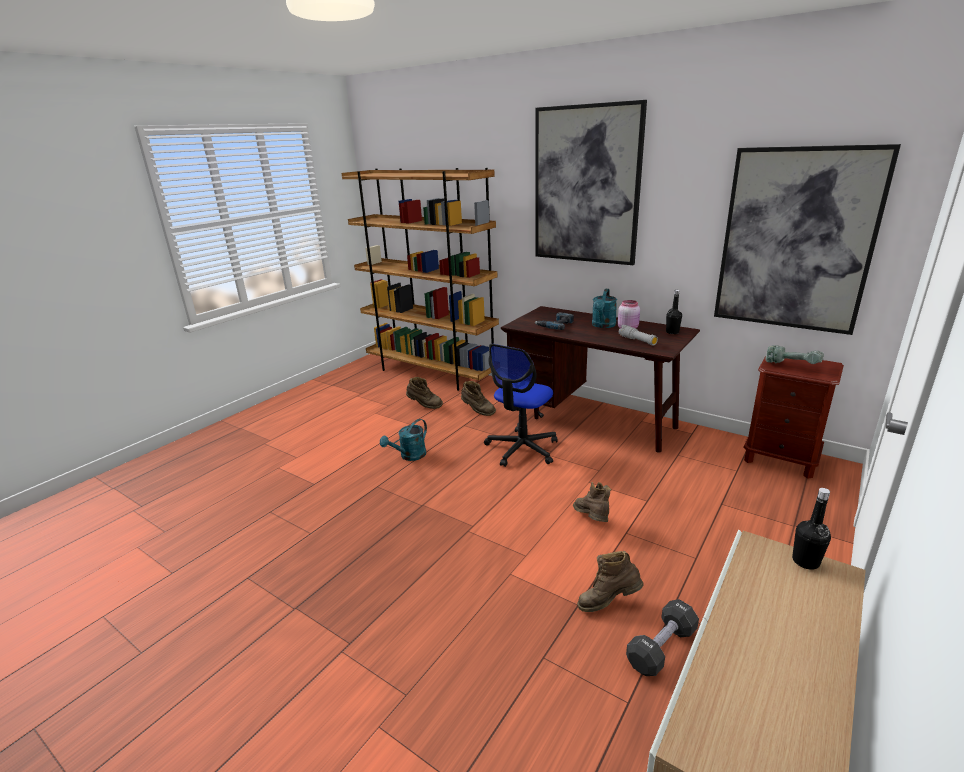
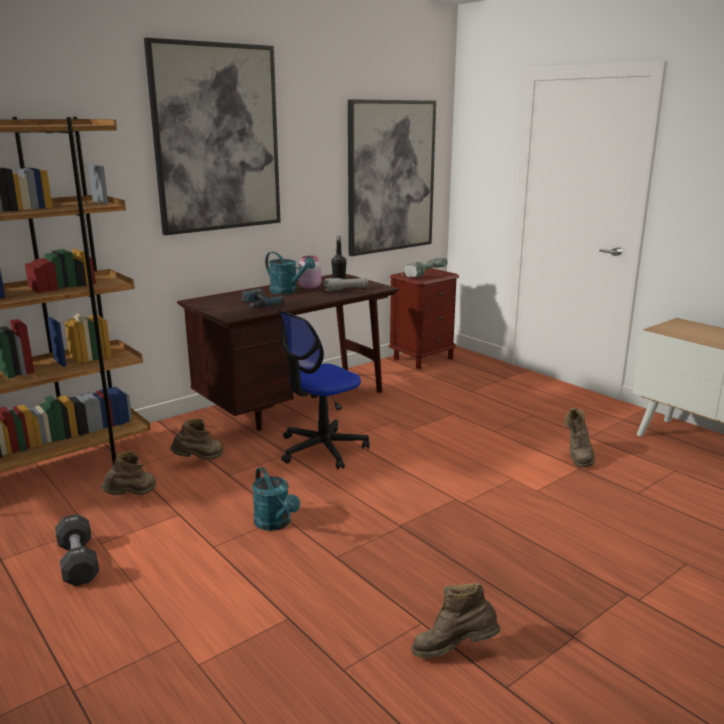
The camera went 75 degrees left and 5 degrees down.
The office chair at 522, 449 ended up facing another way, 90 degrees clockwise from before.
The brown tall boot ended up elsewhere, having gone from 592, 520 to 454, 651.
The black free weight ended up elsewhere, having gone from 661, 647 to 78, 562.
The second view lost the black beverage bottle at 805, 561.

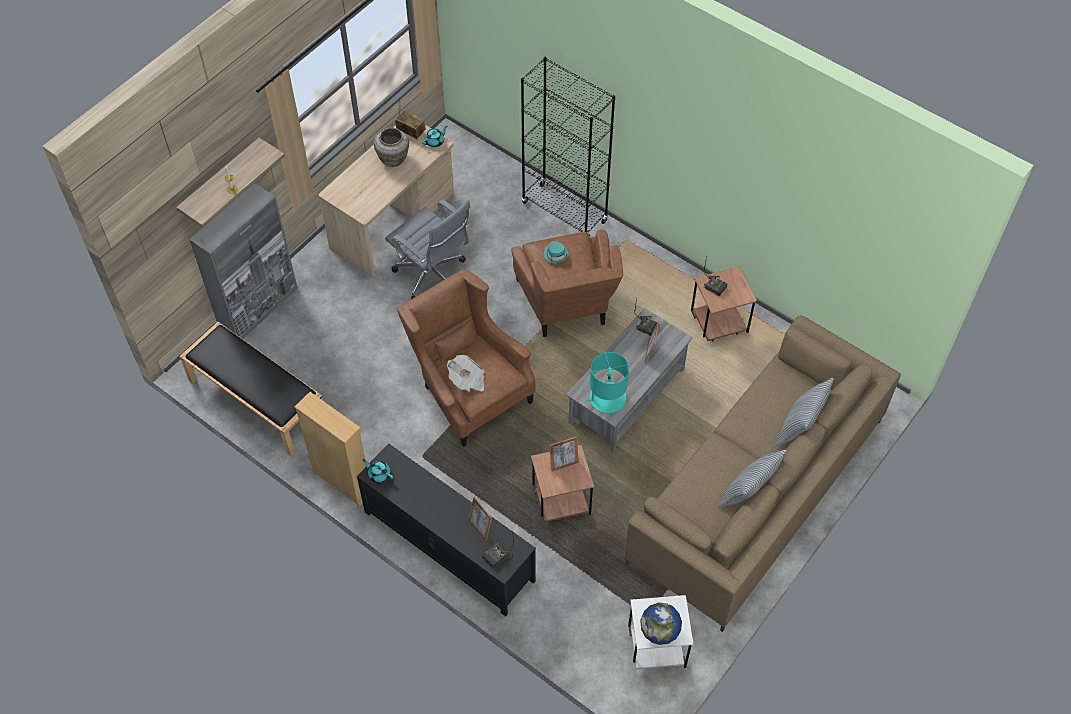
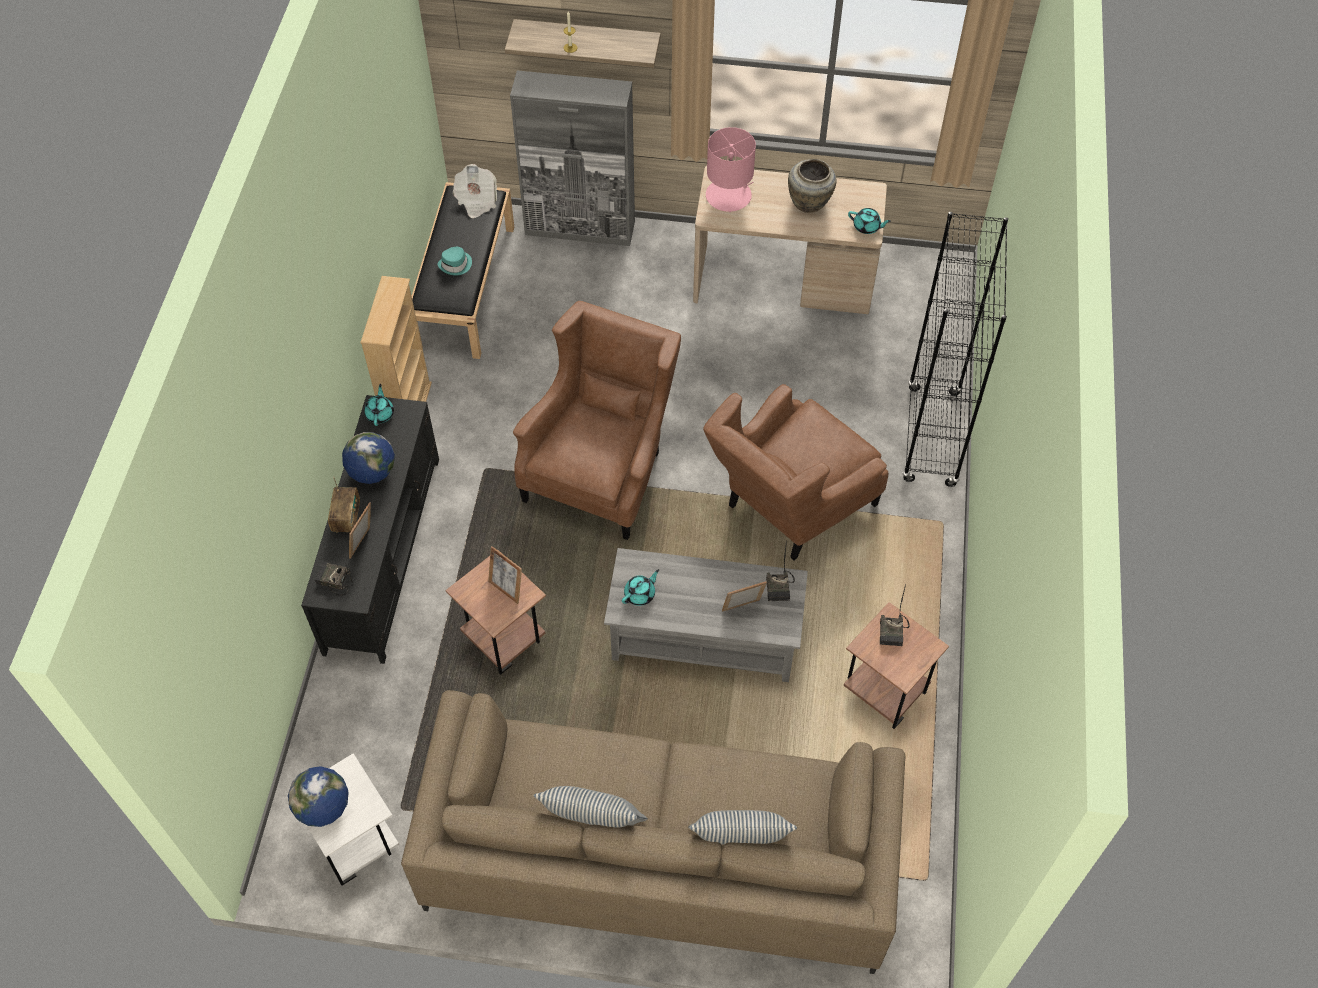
The camera went 60 degrees right and 0 degrees up.
The second view lost the grey office chair at 433, 277.
The radio set ended up elsewhere, having gone from 411, 132 to 346, 518.
The daily paper ended up elsewhere, having gone from 467, 380 to 476, 200.
The turquoise wearable hat ended up elsewhere, having gone from 556, 254 to 456, 265.
Where the turquoise lamp for a table stood at 607, 398, the turquoise tea pot came to stand at 640, 594.
The second view gained the world globe at 372, 472.
The second view gained the pink-coloured lamp for a table at 729, 195.

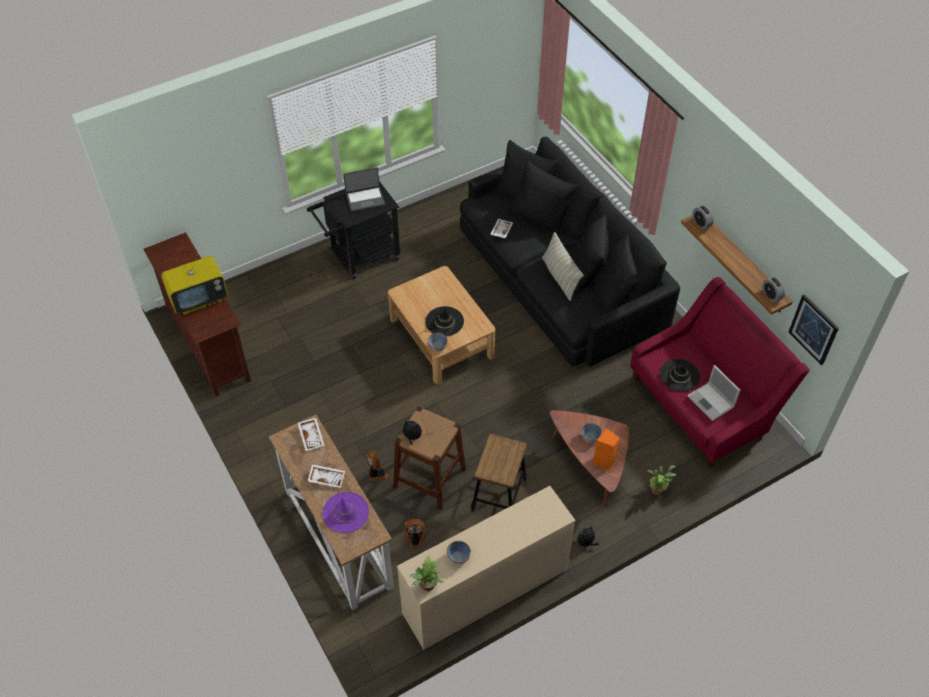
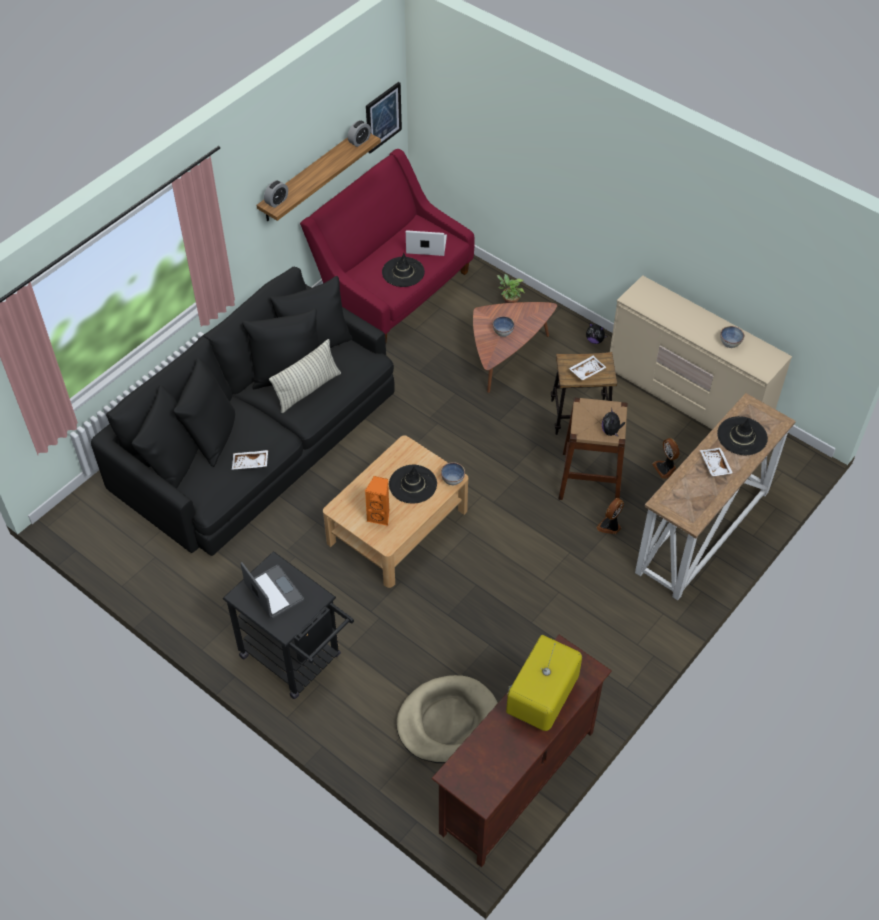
The camera went 110 degrees left and 0 degrees up.
The TV at 199, 299 ended up facing another way, 105 degrees counterclockwise from before.
The white-coloured carrying tray ended up elsewhere, having gone from 312, 436 to 586, 371.
What was the purplish wearable hat at 345, 512 turned into the black wearable hat at 742, 436.
The second view lost the potted plant at 427, 587.
The orangey audio speaker ended up elsewhere, having gone from 604, 462 to 380, 516.
The laptop at 711, 402 ended up facing another way, 120 degrees counterclockwise from before.
The second view gained the beige dog cushion at 448, 722.

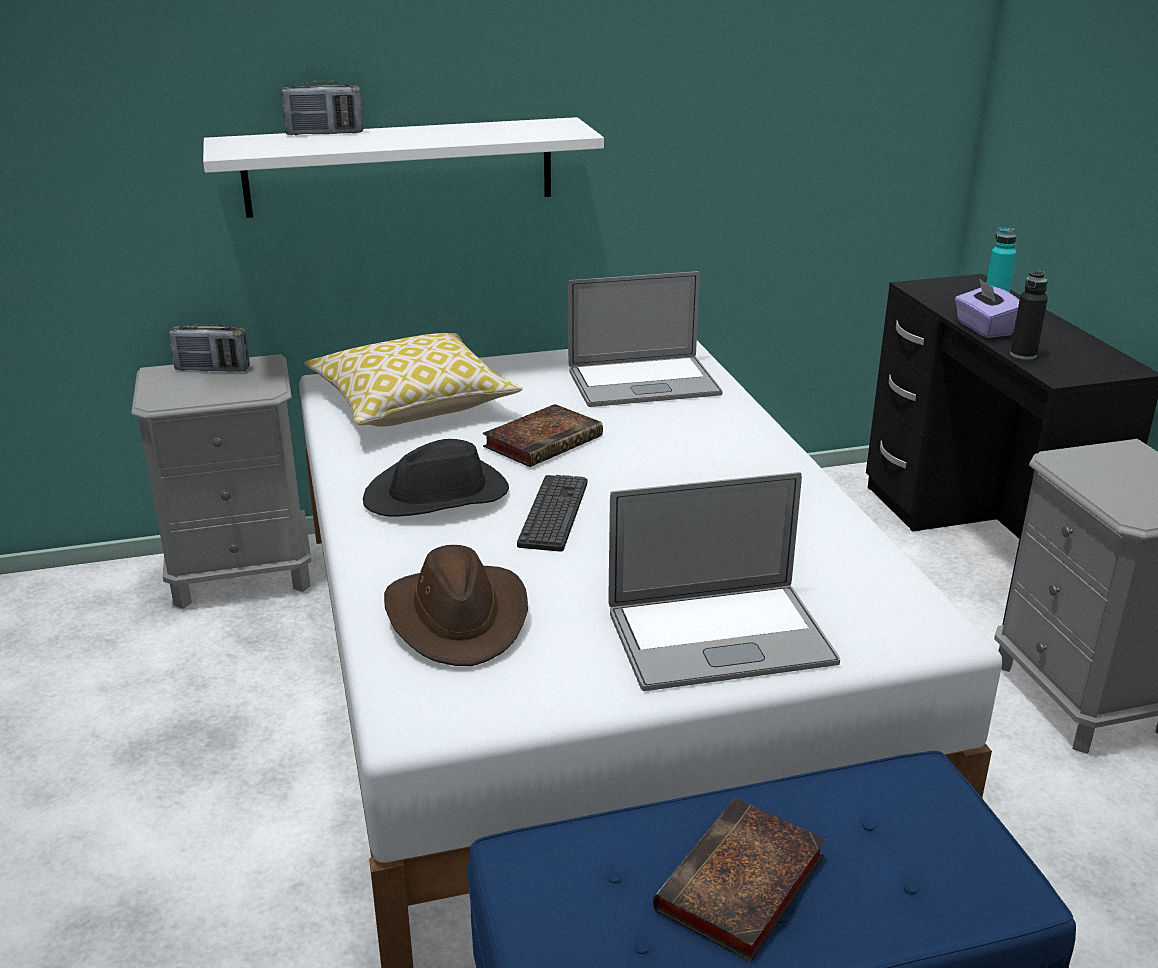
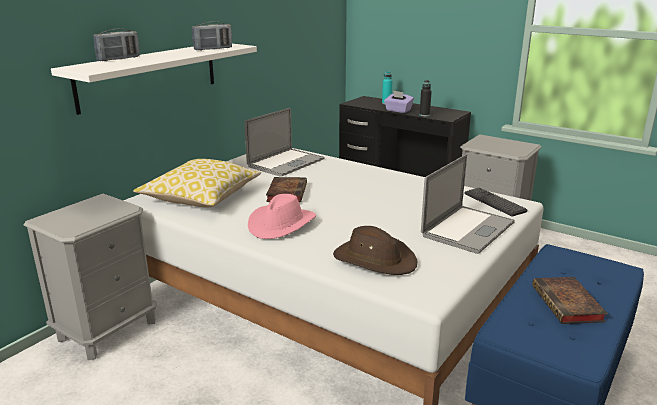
The camera went 40 degrees left and 5 degrees down.
The radio set ended up elsewhere, having gone from 212, 369 to 213, 49.
What was the black wearable hat at 438, 496 turned into the pink-coloured wearable hat at 281, 224.
The PC keyboard ended up elsewhere, having gone from 553, 513 to 494, 202.

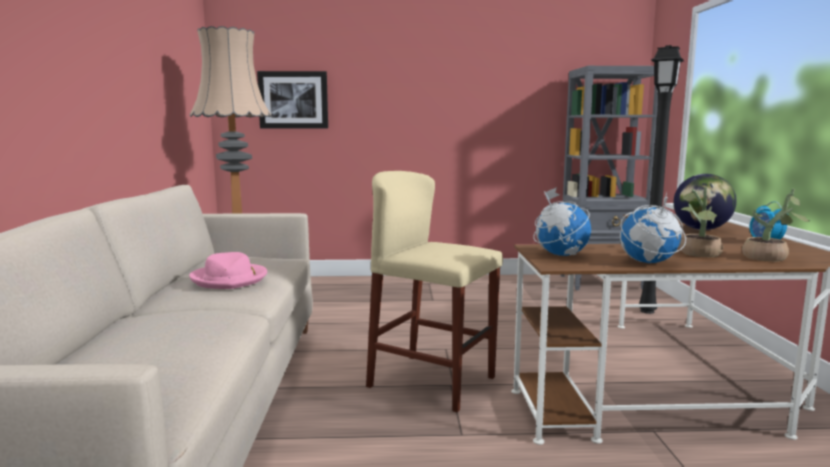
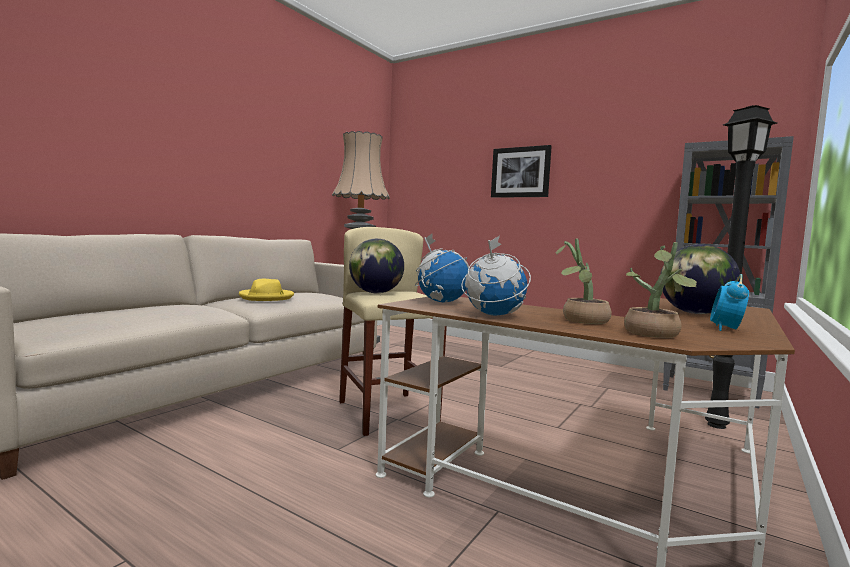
The camera went 35 degrees right and 5 degrees down.
What was the pink-coloured wearable hat at 230, 279 turned into the yellow-coloured wearable hat at 266, 297.
The wall picture ended up elsewhere, having gone from 293, 100 to 520, 172.
The second view gained the world globe at 375, 293.

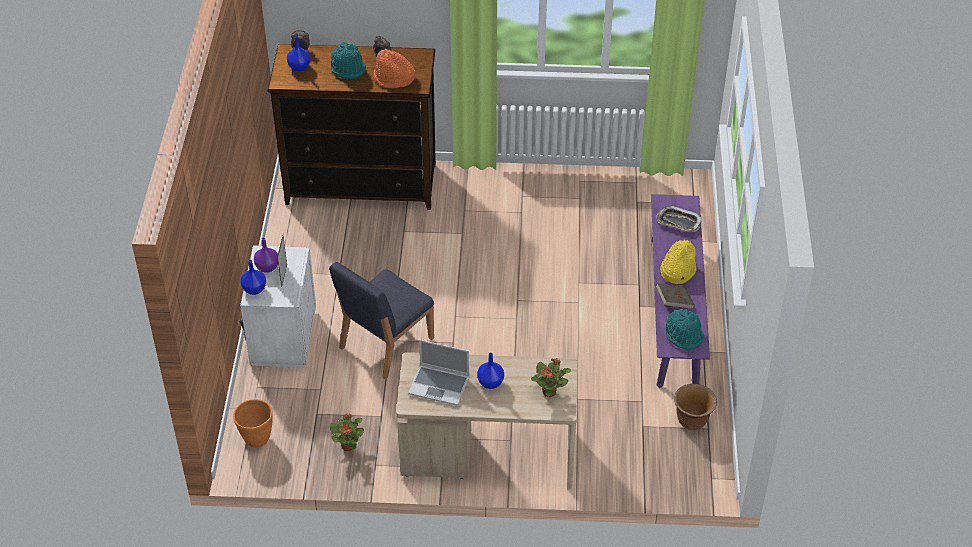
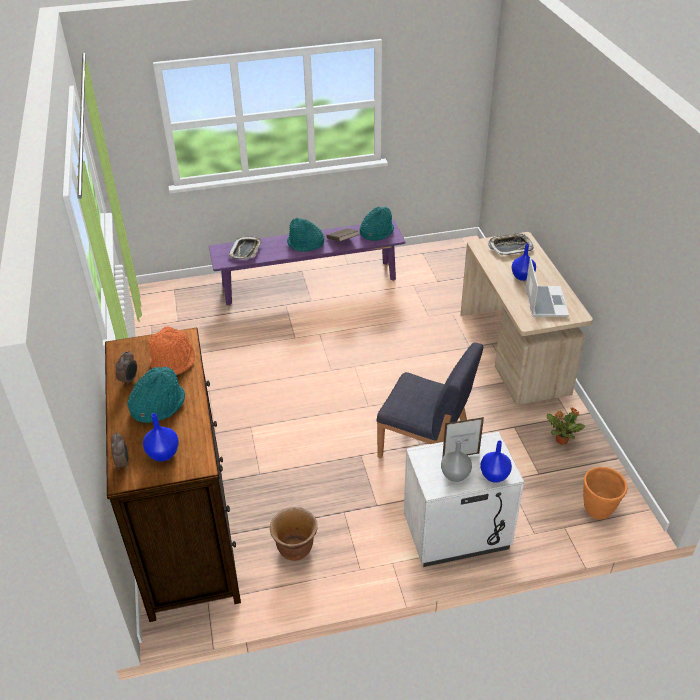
The camera went 105 degrees left and 5 degrees down.
What was the purplish decorative vase at 267, 267 turned into the grey decorative vase at 454, 475.
Where the potted plant stood at 549, 392, the carrying tray came to stand at 510, 247.
What was the yellow-coloured wearable hat at 677, 270 turned into the turquoise wearable hat at 305, 244.
The brown flower pot ended up elsewhere, having gone from 692, 421 to 295, 549.

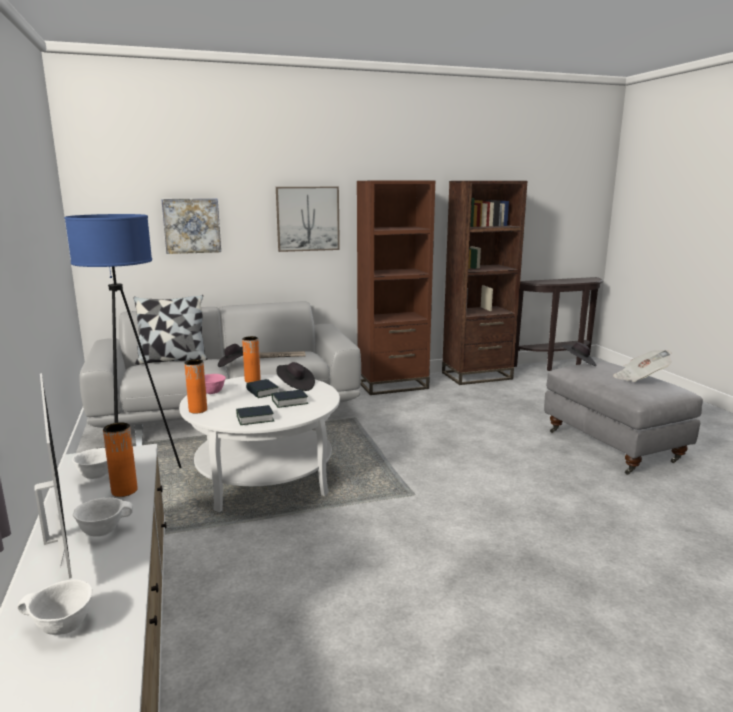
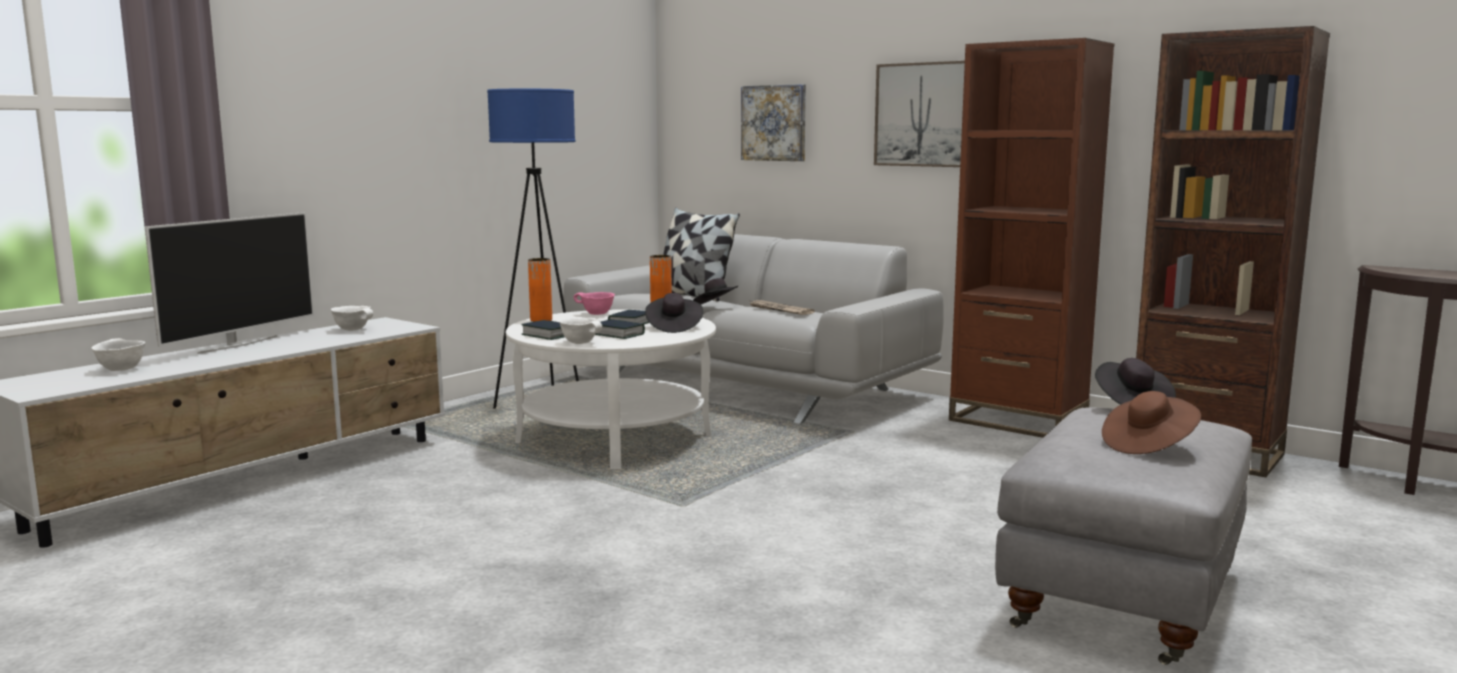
The camera went 55 degrees right and 5 degrees down.
The white-coloured bowl ended up elsewhere, having gone from 103, 531 to 581, 343.
The second view lost the orangey decorative vase at 124, 491.
Where the daily paper stood at 640, 378, the brown wearable hat came to stand at 1148, 445.

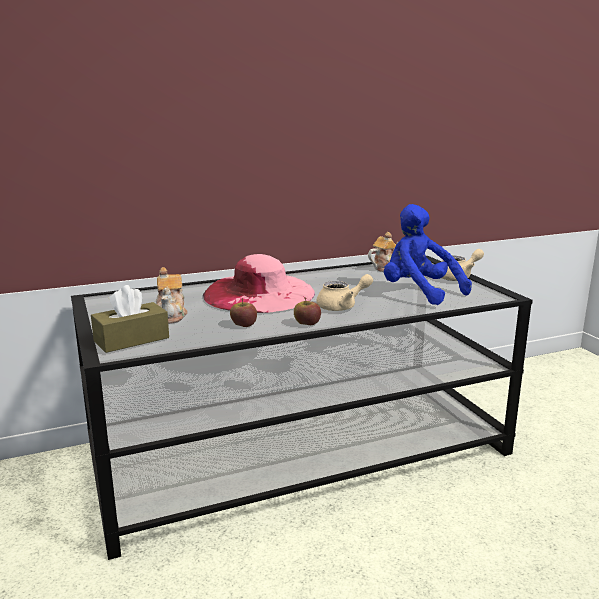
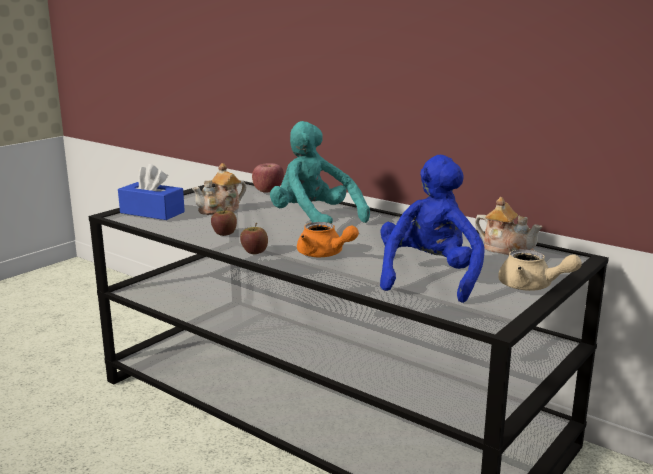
The camera went 60 degrees right and 0 degrees up.
What was the brown box of tissues at 131, 339 turned into the blue-coloured box of tissues at 152, 212.
Where the pink-coloured wearable hat stood at 259, 293, the turquoise cuddly toy came to stand at 314, 220.
What was the beige tea pot at 342, 306 turned into the orangey tea pot at 324, 255.
The second view gained the apple at 268, 191.

